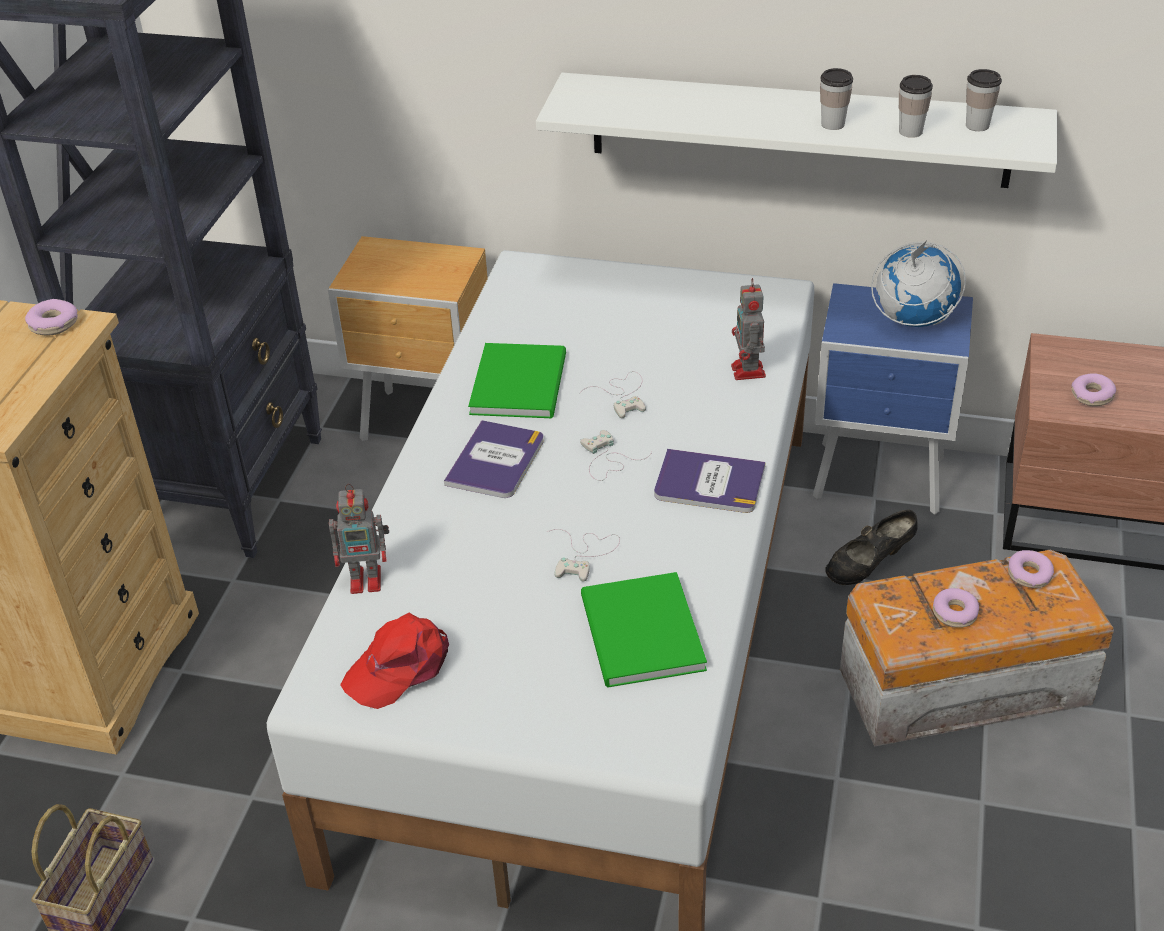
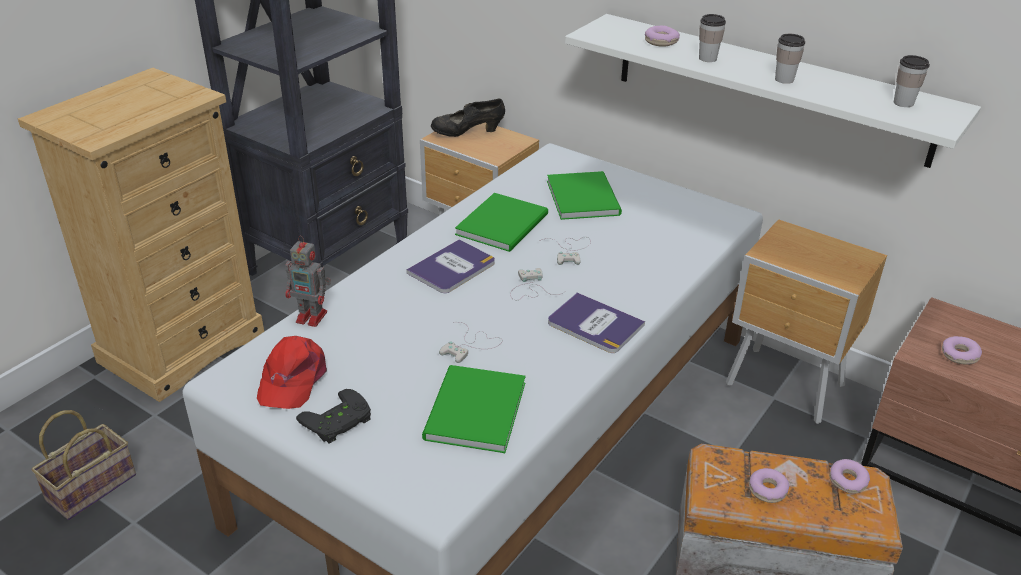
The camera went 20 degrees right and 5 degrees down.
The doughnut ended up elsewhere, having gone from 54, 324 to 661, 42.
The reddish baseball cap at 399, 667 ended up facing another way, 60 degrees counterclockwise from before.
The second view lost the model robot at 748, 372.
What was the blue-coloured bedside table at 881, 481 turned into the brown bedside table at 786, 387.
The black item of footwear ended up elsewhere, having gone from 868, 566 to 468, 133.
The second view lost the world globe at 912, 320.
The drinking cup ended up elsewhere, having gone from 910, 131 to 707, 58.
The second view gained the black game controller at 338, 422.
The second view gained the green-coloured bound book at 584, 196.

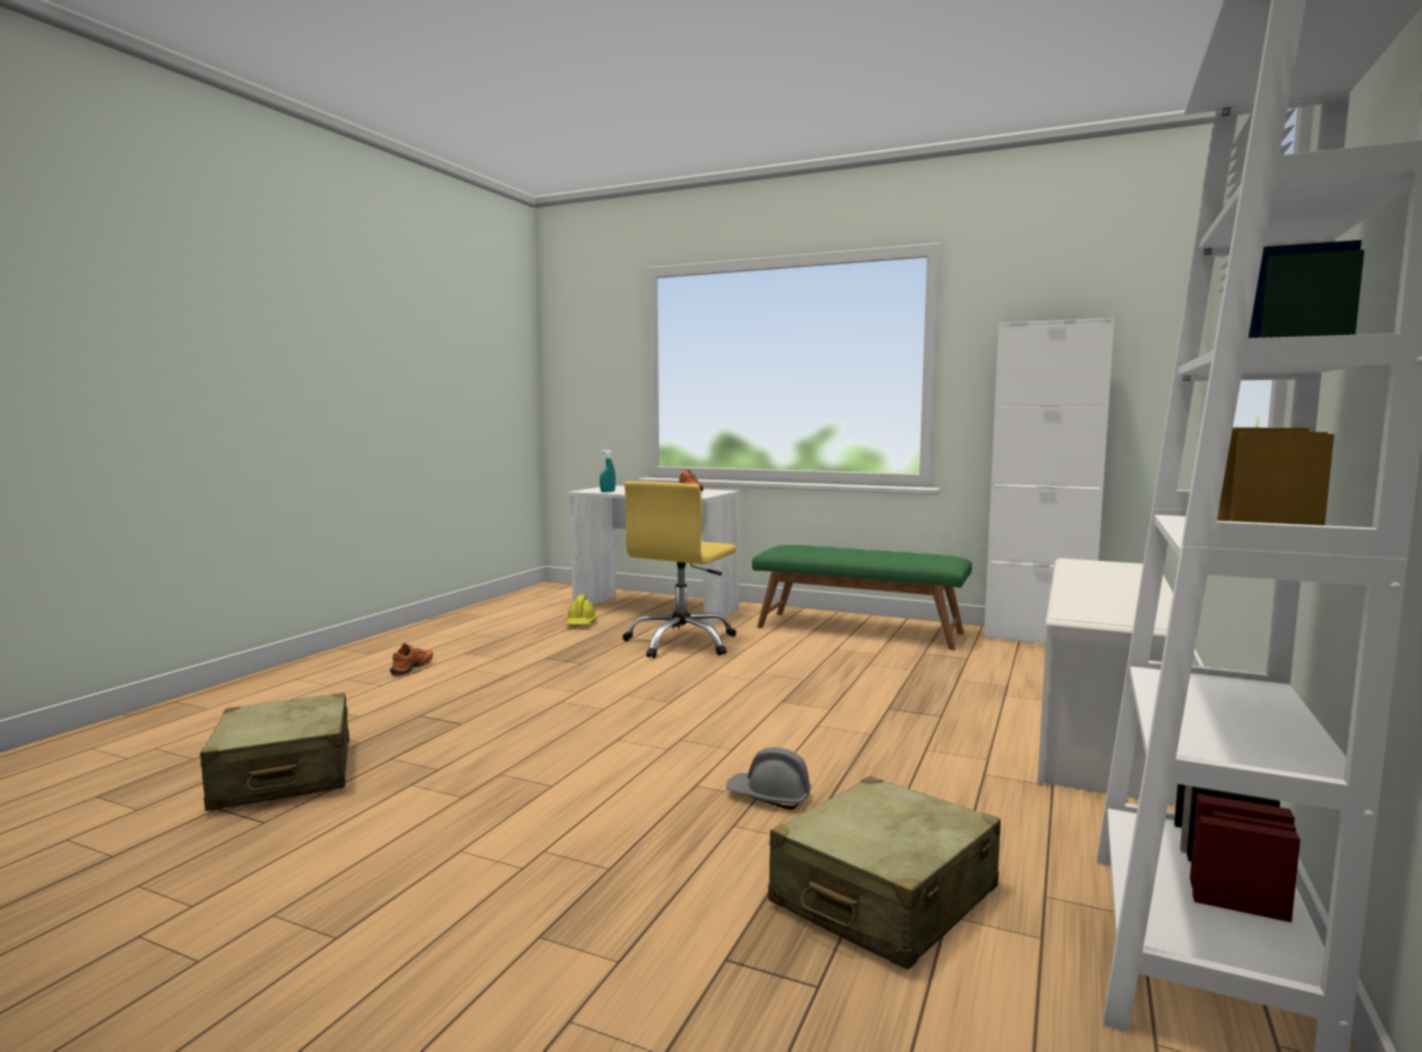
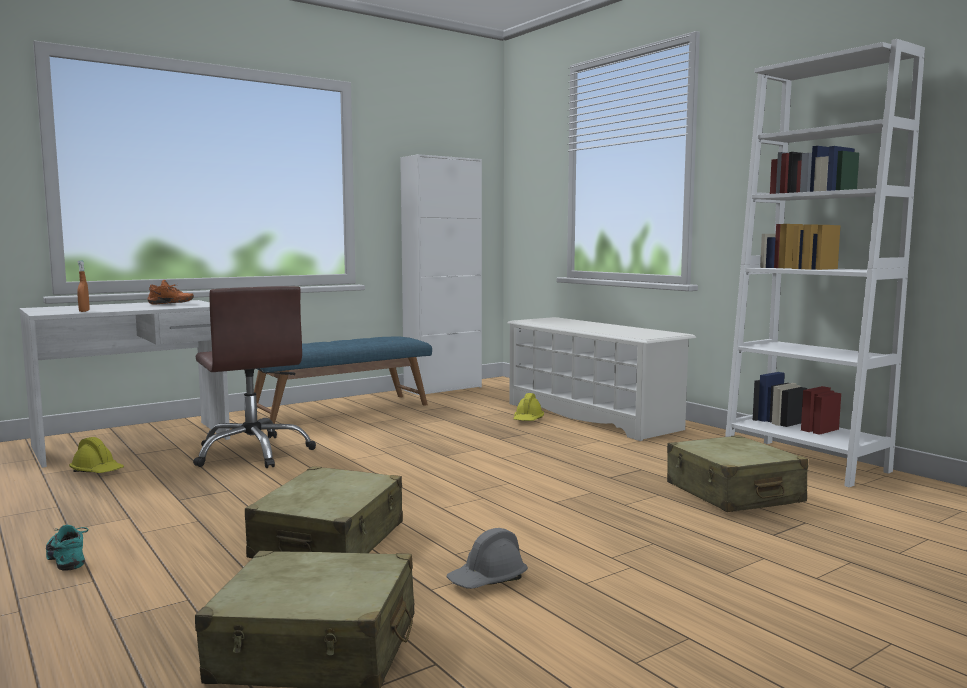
The camera went 60 degrees left and 0 degrees up.
What was the orangey item of footwear at 413, 669 turned into the turquoise item of footwear at 69, 558.
What was the turquoise spray bottle at 607, 492 turned into the orangey spray bottle at 84, 311.
What was the yellow-coloured office chair at 681, 643 turned into the brown office chair at 253, 453.
The grey safety helmet ended up elsewhere, having gone from 769, 796 to 487, 580.
What was the green-coloured long seat at 859, 630 turned into the blue-coloured long seat at 341, 410.
The second view gained the beige suitcase at 329, 541.
The second view gained the yellow-coloured safety helmet at 528, 420.

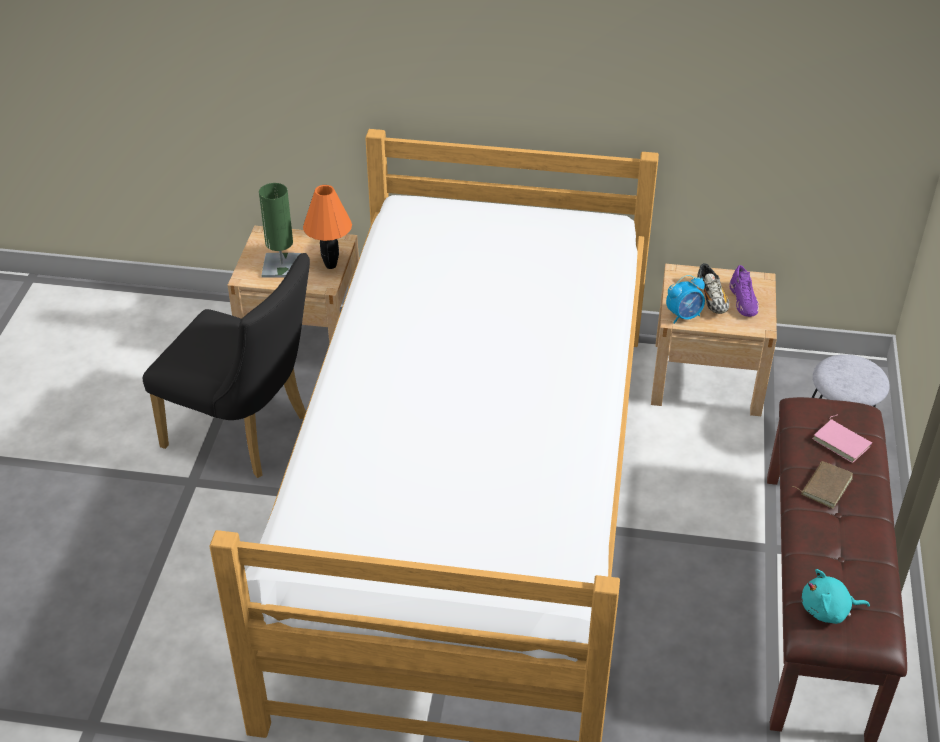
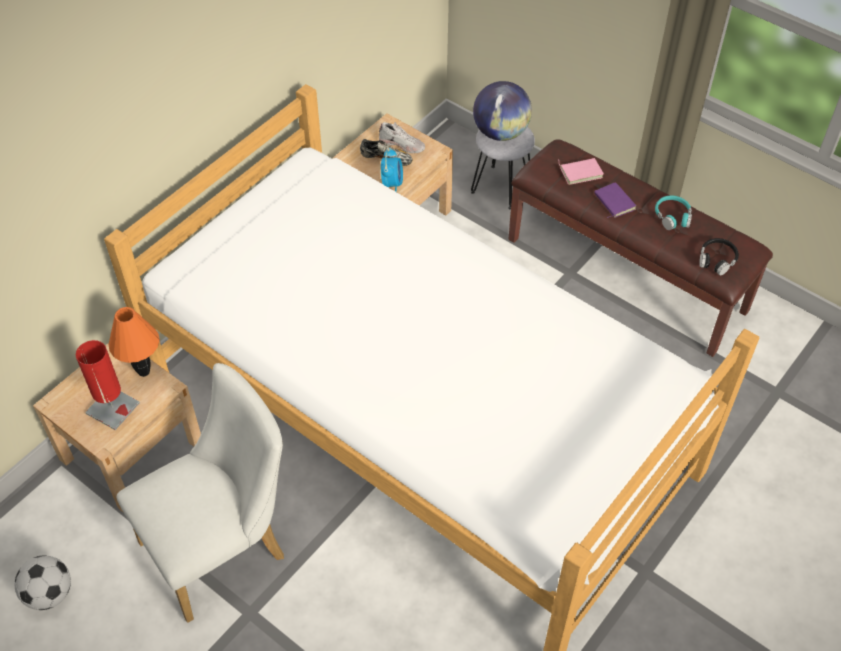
The camera went 60 degrees left and 10 degrees up.
What was the black chair at 246, 434 turned into the white-coloured chair at 223, 546.
What was the green-coloured lamp for a table at 282, 266 turned into the reddish lamp for a table at 112, 408.
What was the purplish item of footwear at 743, 301 turned into the white-coloured item of footwear at 402, 144.
What was the brown bound book at 825, 486 turned into the purplish bound book at 613, 202.
Where the turquoise cuddly toy stood at 828, 610, the black headphones came to stand at 717, 260.
The second view gained the football ball at 49, 593.
The second view gained the world globe at 500, 132.
The second view gained the turquoise headphones at 672, 216.

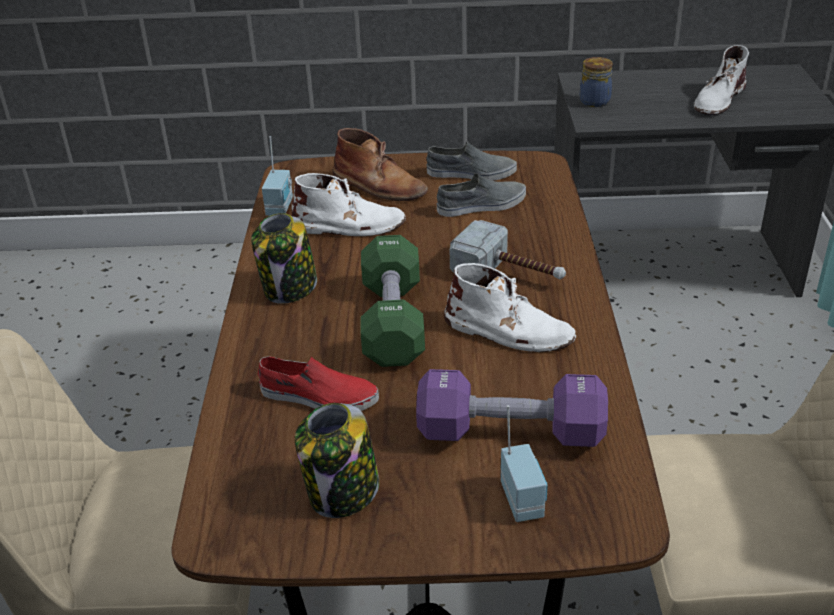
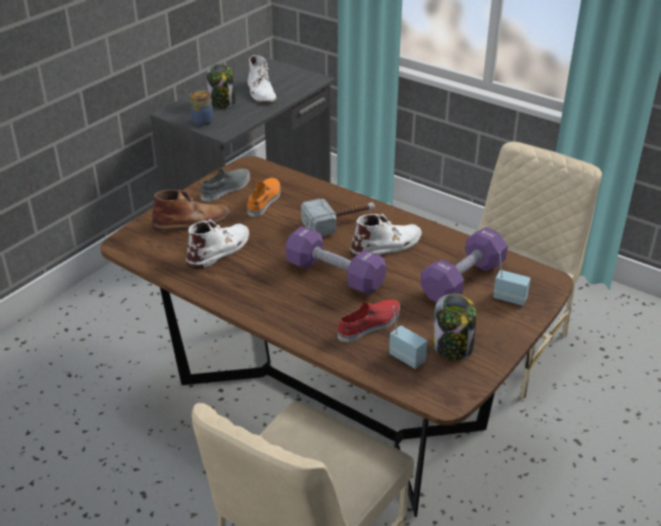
The camera went 55 degrees left and 0 degrees up.
The jar ended up elsewhere, having gone from 289, 288 to 222, 102.
The radio set ended up elsewhere, having gone from 281, 207 to 408, 357.
What was the green-coloured free weight at 393, 322 turned into the purplish free weight at 334, 275.
What was the grey item of footwear at 482, 205 turned into the orangey item of footwear at 264, 200.

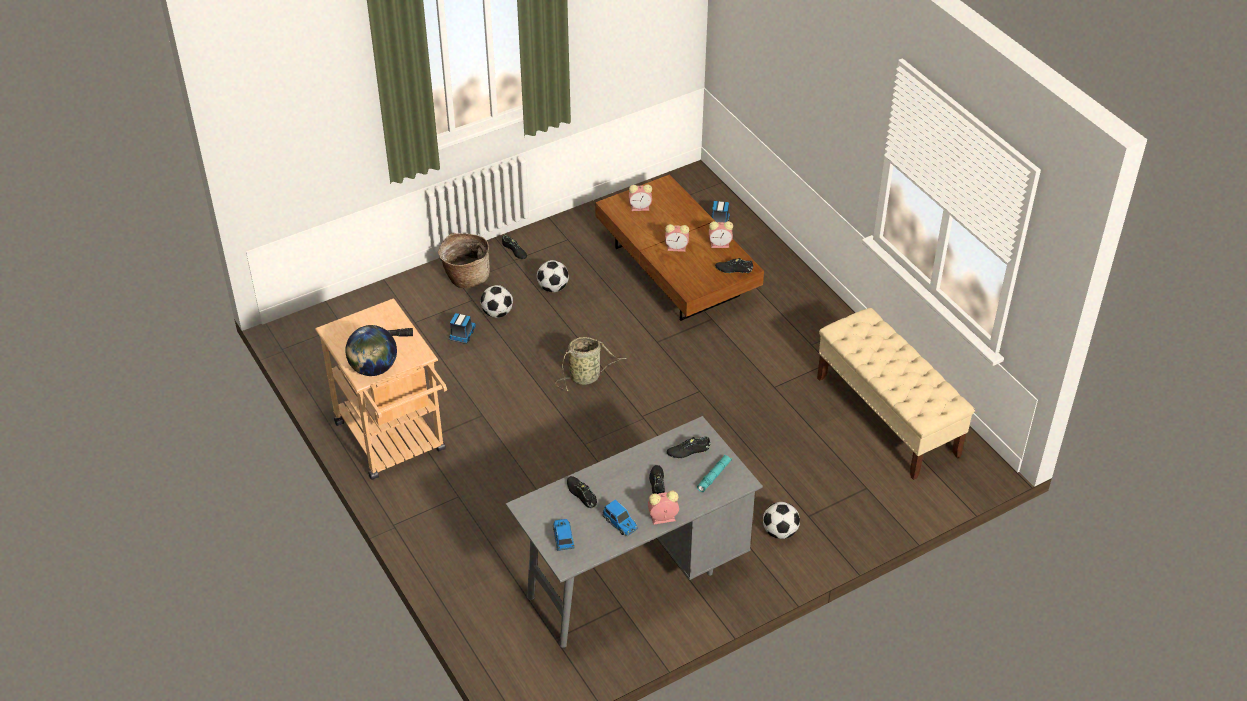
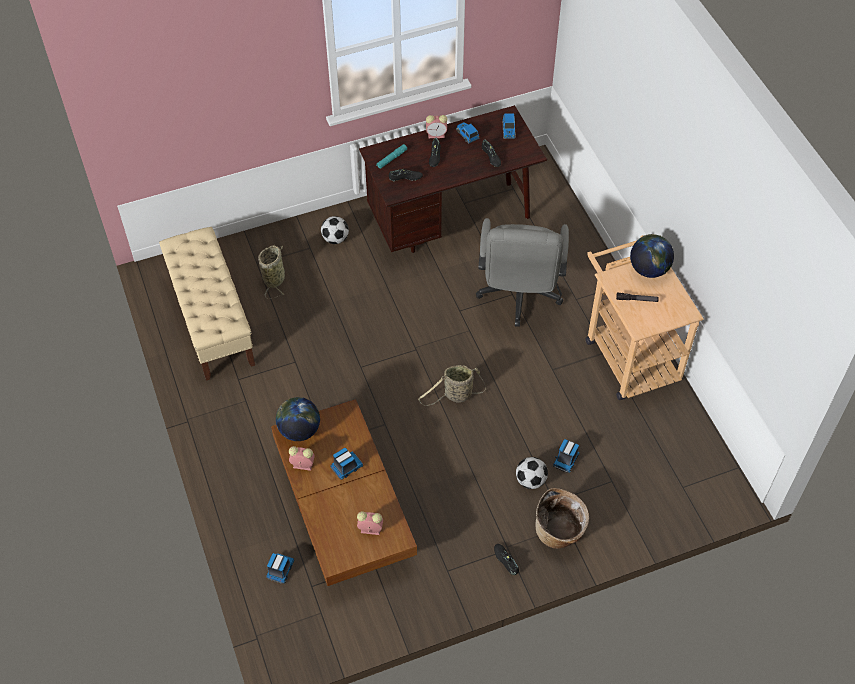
The camera went 170 degrees left and 10 degrees up.
What was the grey desk table at 634, 579 turned into the brown desk table at 451, 219.
The second view lost the football ball at 553, 288.
Where the table clock stood at 677, 248, the model truck came to stand at 346, 467.
Where the black item of footwear stood at 733, 270, the world globe came to stand at 299, 430.
The second view gained the storage basket at 274, 278.
The second view gained the grey office chair at 519, 297.

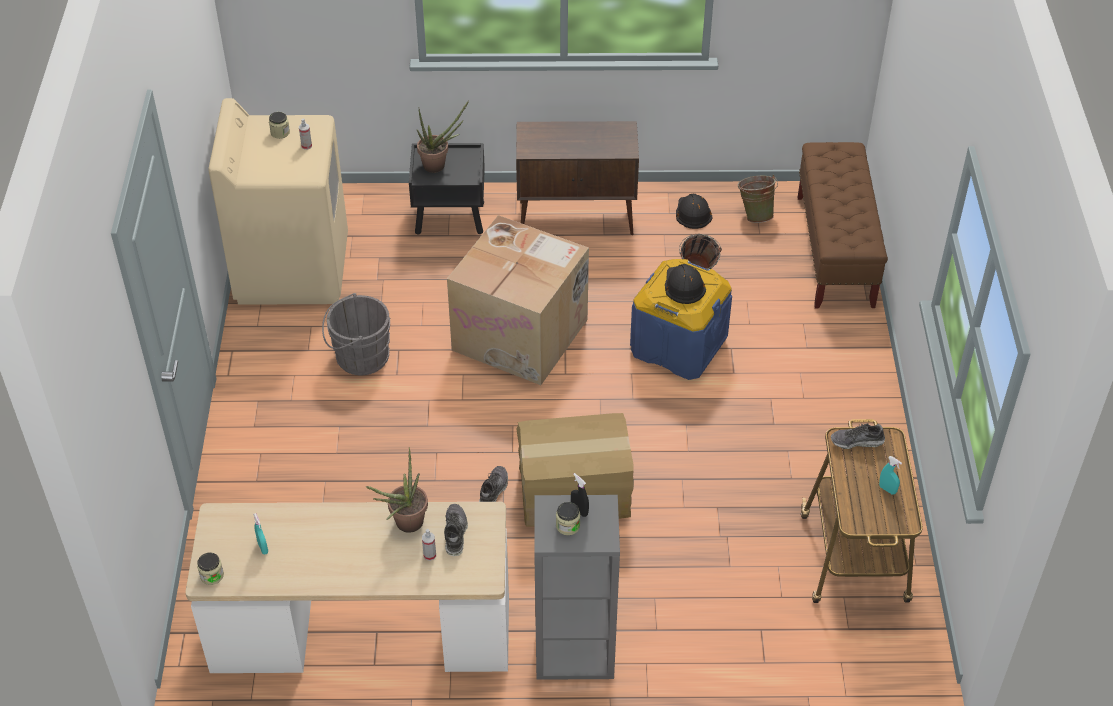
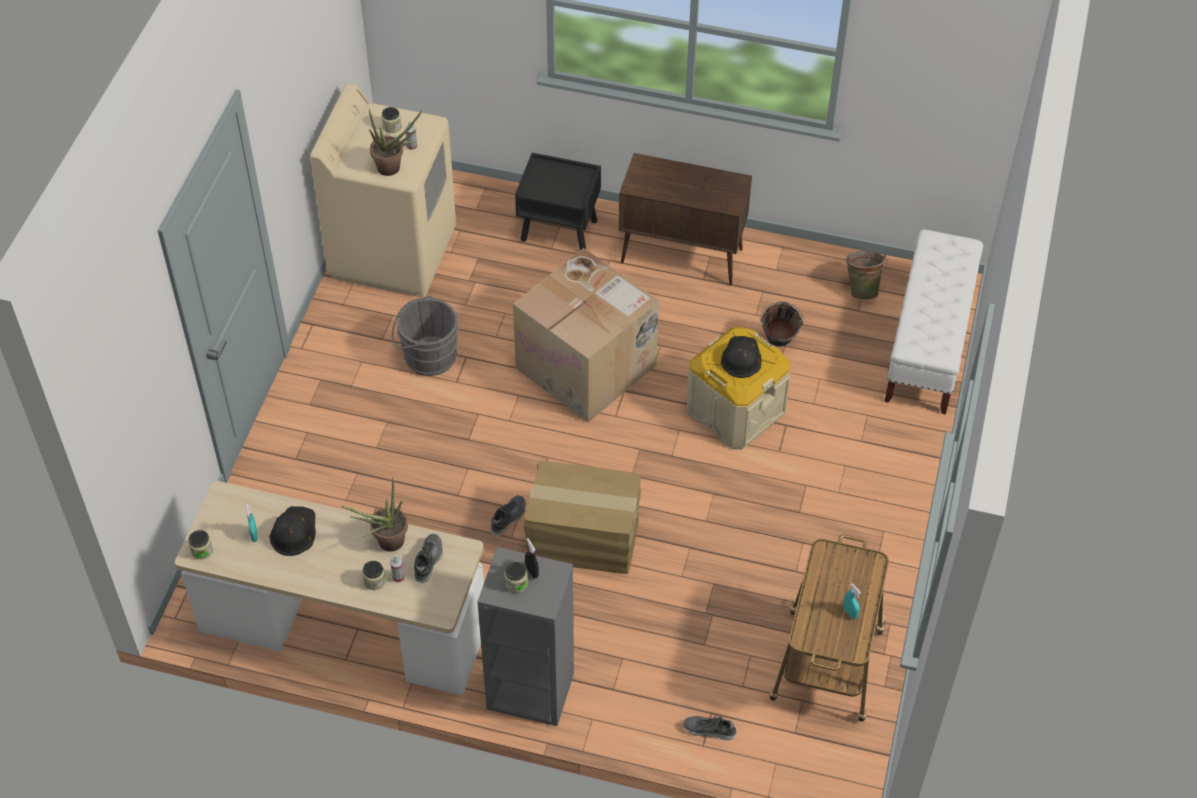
The camera went 15 degrees right and 5 degrees up.
The potted plant ended up elsewhere, having gone from 439, 165 to 393, 168.
What was the blue-coloured storage bin at 678, 345 turned into the beige storage bin at 735, 411.
The black safety helmet ended up elsewhere, having gone from 692, 212 to 293, 531.
What was the brown long seat at 835, 252 turned into the white-coloured long seat at 927, 346.
The item of footwear ended up elsewhere, having gone from 857, 441 to 709, 730.
The second view gained the jar at 374, 581.

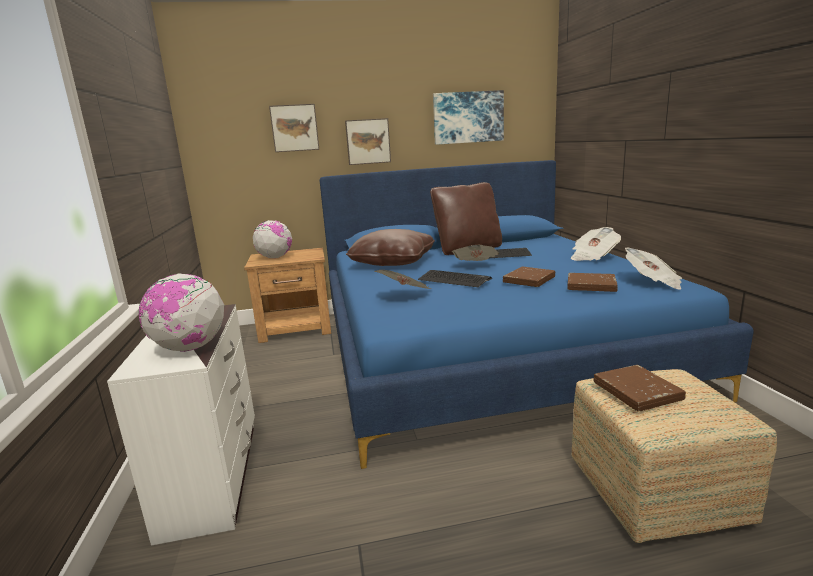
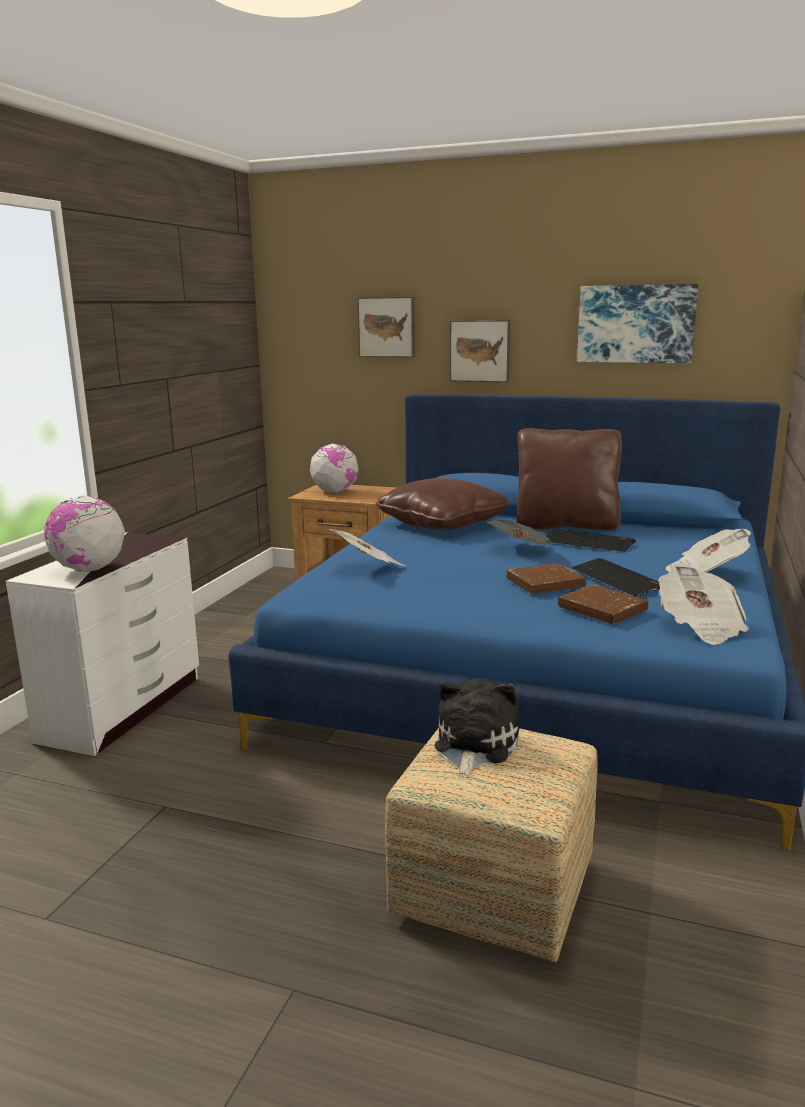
The camera went 30 degrees right and 0 degrees up.
The PC keyboard ended up elsewhere, having gone from 454, 279 to 618, 579.
Where the brown bound book stood at 636, 392, the cuddly toy came to stand at 474, 745.

